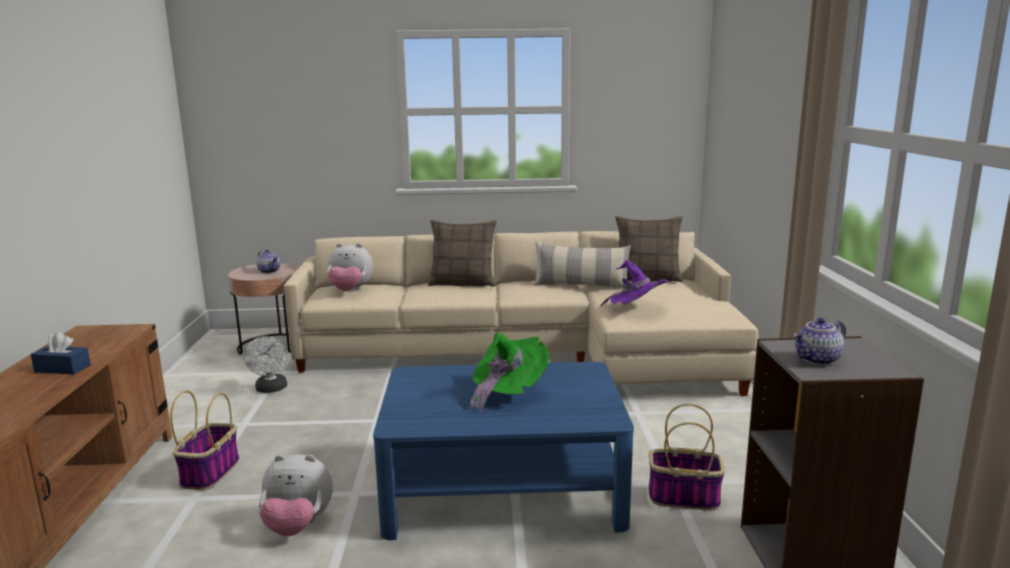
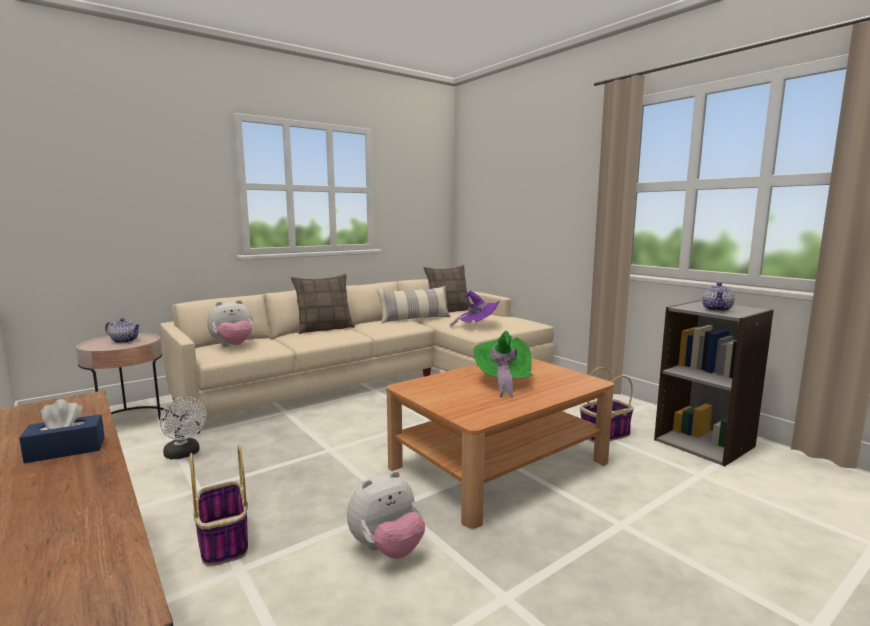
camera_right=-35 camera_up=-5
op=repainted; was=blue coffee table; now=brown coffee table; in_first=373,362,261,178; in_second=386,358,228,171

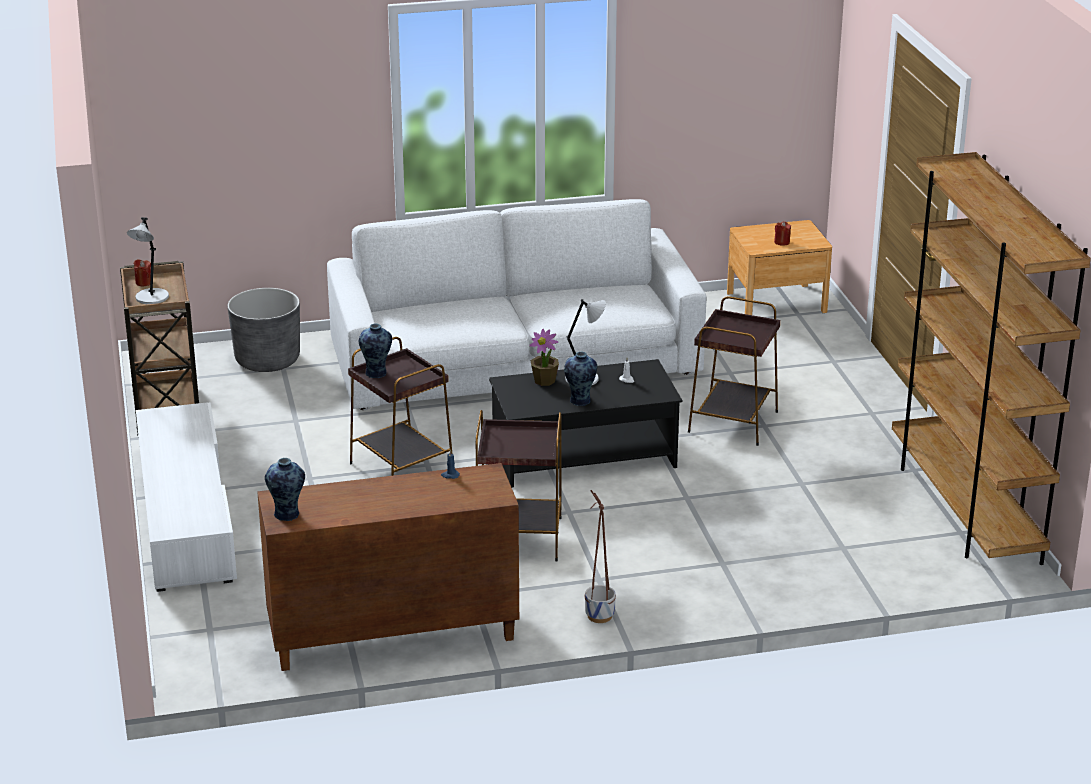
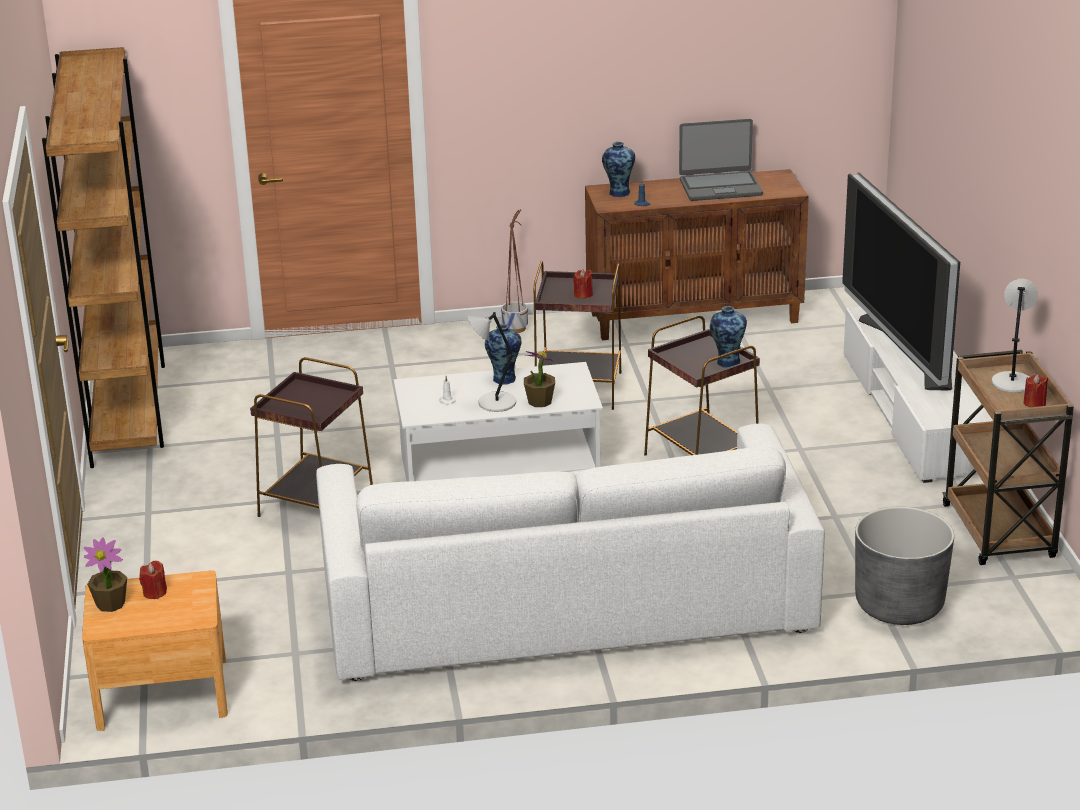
camera_right=-175 camera_up=0
op=new; now=potted plant; in_second=83,538,44,74
op=new; now=red candle; in_second=573,269,20,30
op=new; now=laptop; in_second=679,119,84,82
op=new; now=television; in_second=842,173,118,217
op=shifted; was=vase; in_first=265,458,40,63; in_second=602,142,33,55
op=repainted; was=black coffee table; now=white coffee table; in_first=489,359,193,129; in_second=394,362,209,120

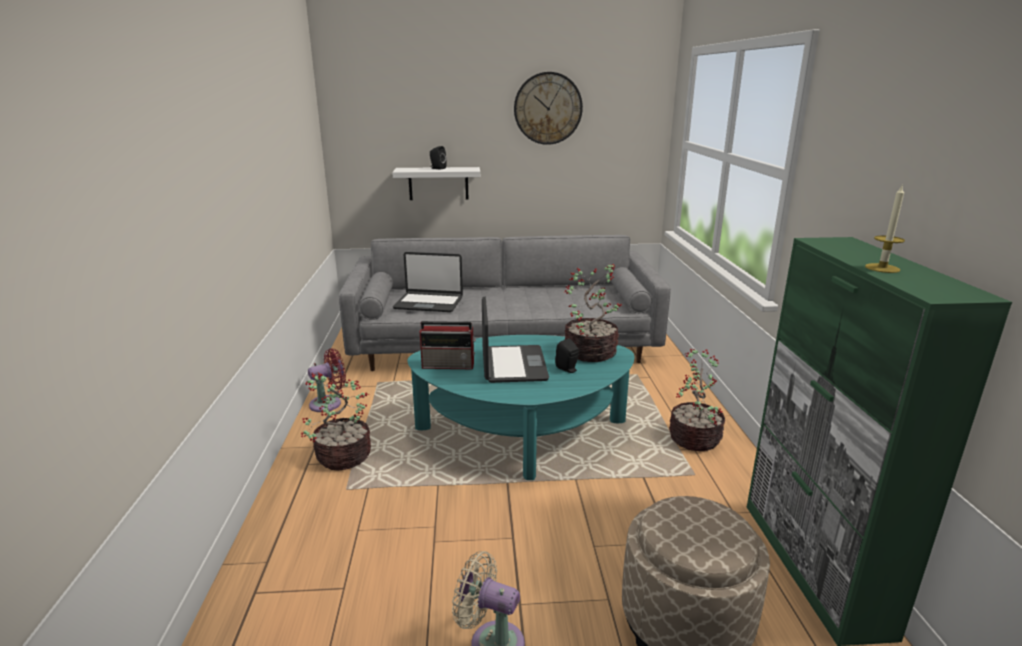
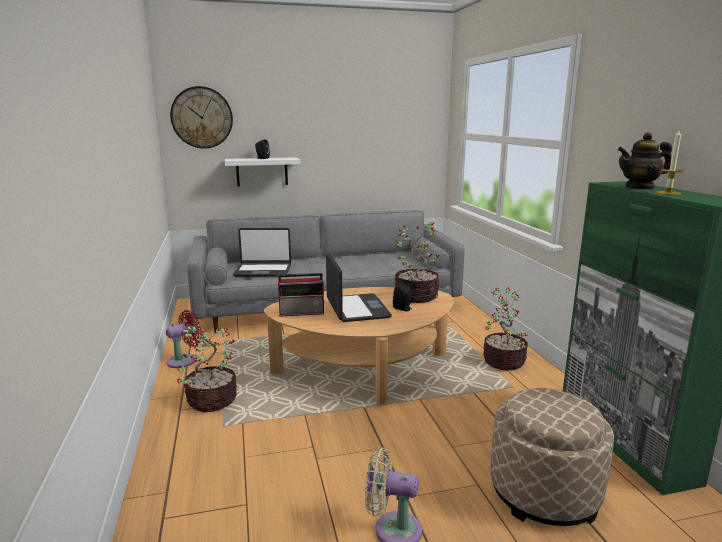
camera_right=-10 camera_up=-5
op=new; now=teapot; in_second=618,132,54,58
op=shifted; was=wall clock; in_first=514,72,69,73; in_second=170,86,63,63
op=repainted; was=turquoise coffee table; now=beige coffee table; in_first=407,335,228,145; in_second=264,287,190,117

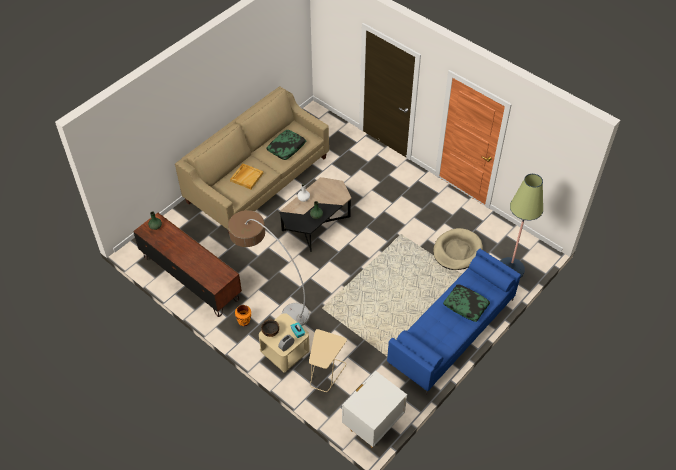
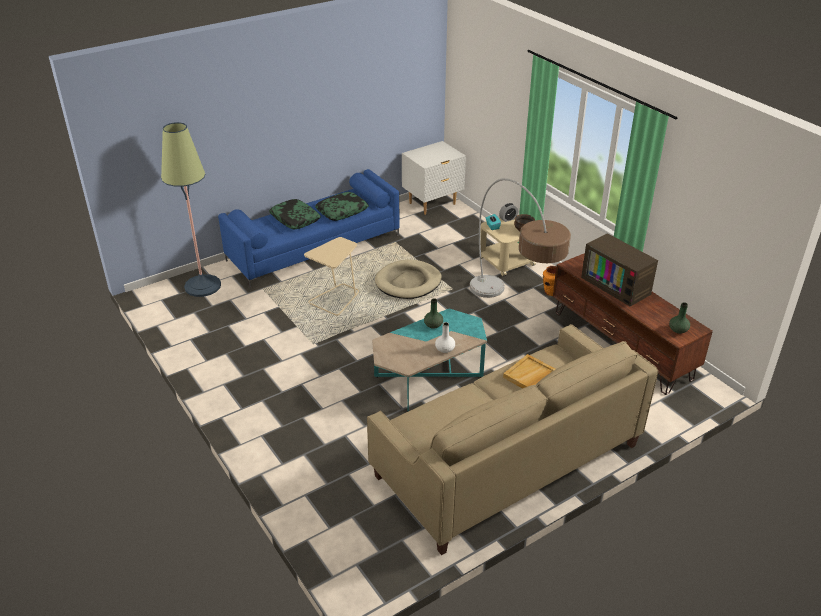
camera_right=-165 camera_up=-15
op=new; now=television; in_second=581,233,77,74
op=shifted; was=pillow; in_first=266,130,40,30; in_second=315,192,54,29
op=shifted; was=beige side table; in_first=309,329,38,63; in_second=304,237,55,79
op=shifted; was=beige dog bed; in_first=433,228,50,42; in_second=375,259,67,40
op=repainted; was=black coffee table; now=turquoise coffee table; in_first=279,177,72,75; in_second=372,308,115,103

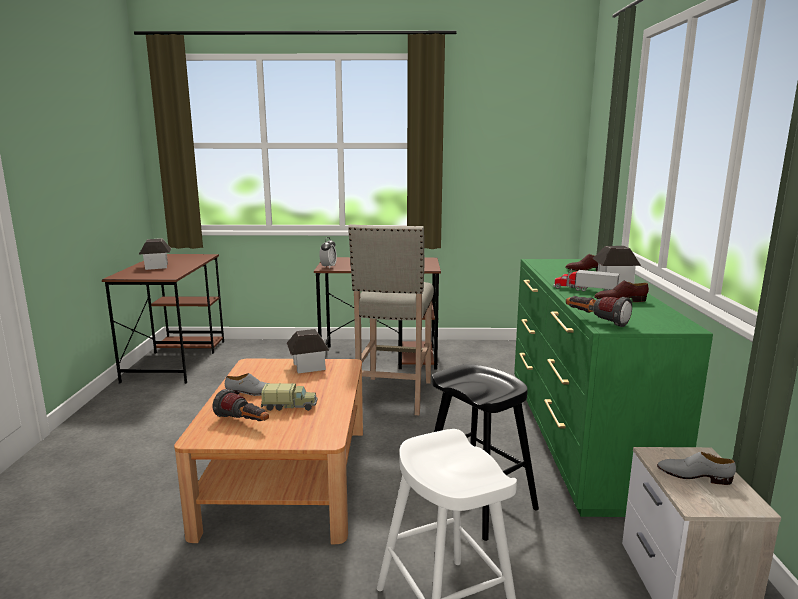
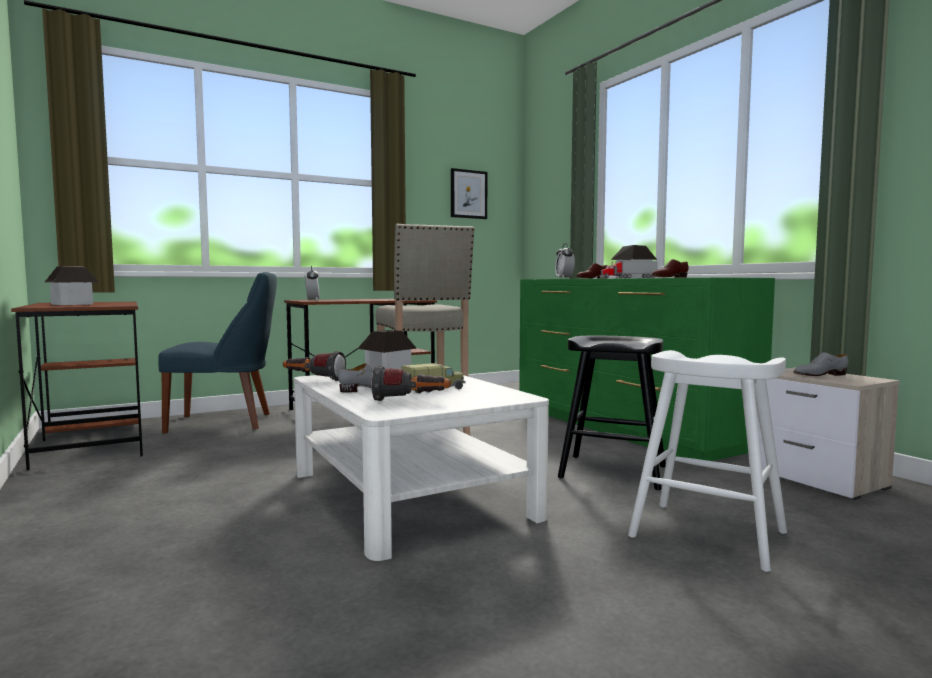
camera_right=-30 camera_up=-10
op=new; now=blue chair; in_second=158,272,119,161
op=new; now=picture; in_second=451,168,36,51
op=new; now=alarm clock; in_second=555,243,20,36
op=shifted; was=flashlight; in_first=566,296,66,31; in_second=283,351,63,30
op=repainted; was=brown coffee table; now=white coffee table; in_first=174,359,189,185; in_second=294,375,255,186

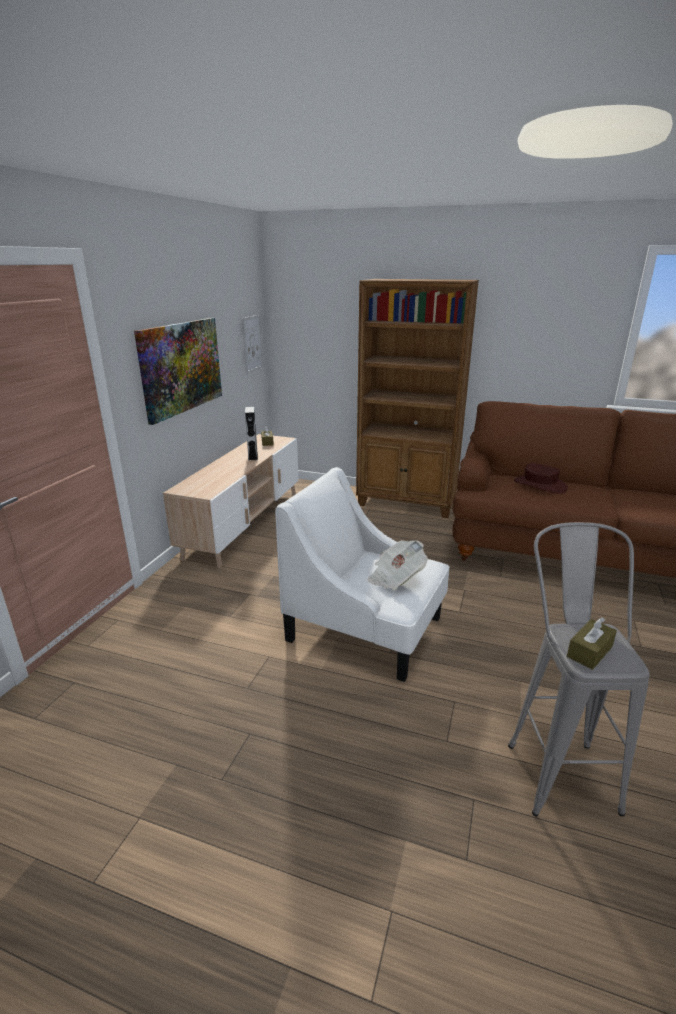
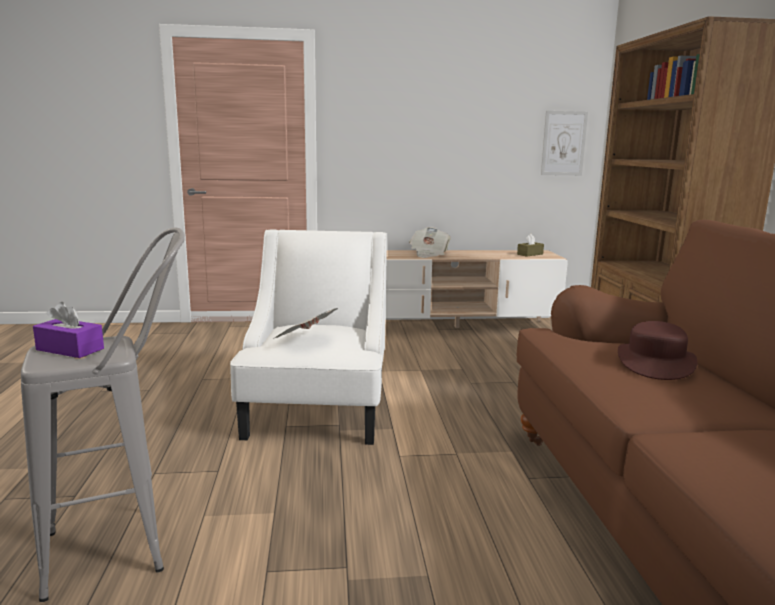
camera_right=65 camera_up=-10
op=gone; was=picture; in_first=134,318,88,107
op=gone; was=grey speaker; in_first=245,407,13,53
op=new; now=newspaper; in_second=409,227,42,31
op=repainted; was=brown tissue box; now=purple tissue box; in_first=567,617,50,53; in_second=33,302,71,56

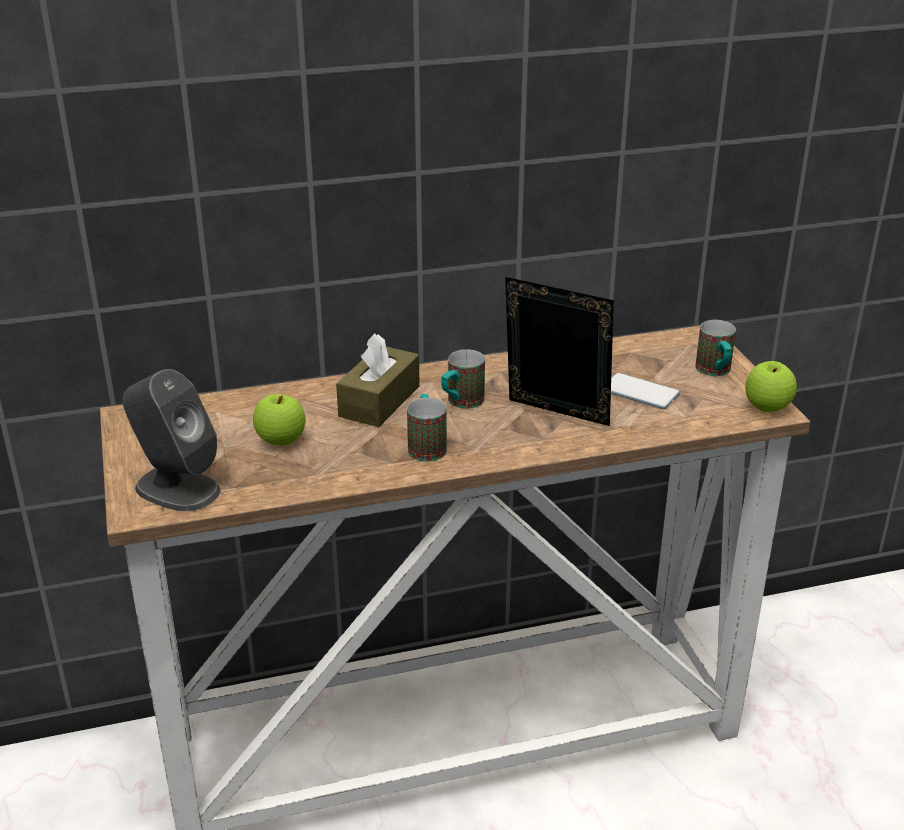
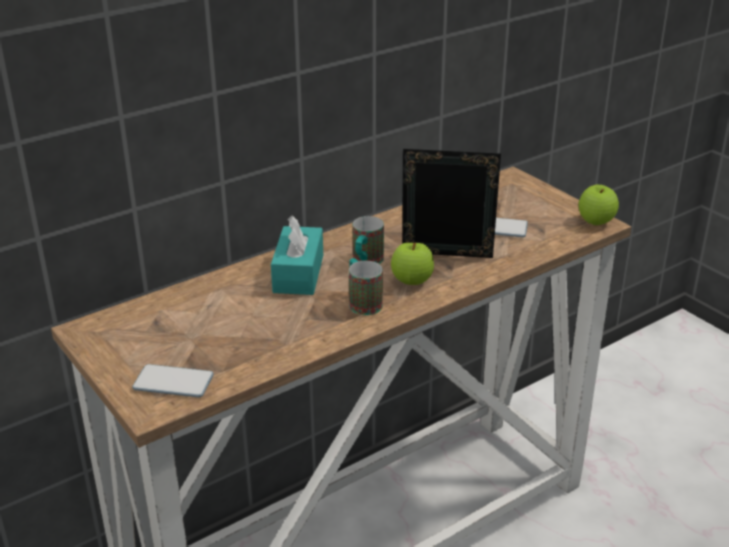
camera_right=-20 camera_up=0
op=gone; was=mug; in_first=695,320,41,56
op=shifted; was=apple; in_first=253,394,53,52; in_second=391,243,43,42
op=swapped; was=grey speaker; now=phone; in_first=122,369,99,142; in_second=132,364,82,34
op=repainted; was=brown tissue box; now=turquoise tissue box; in_first=336,333,84,94; in_second=271,215,52,80

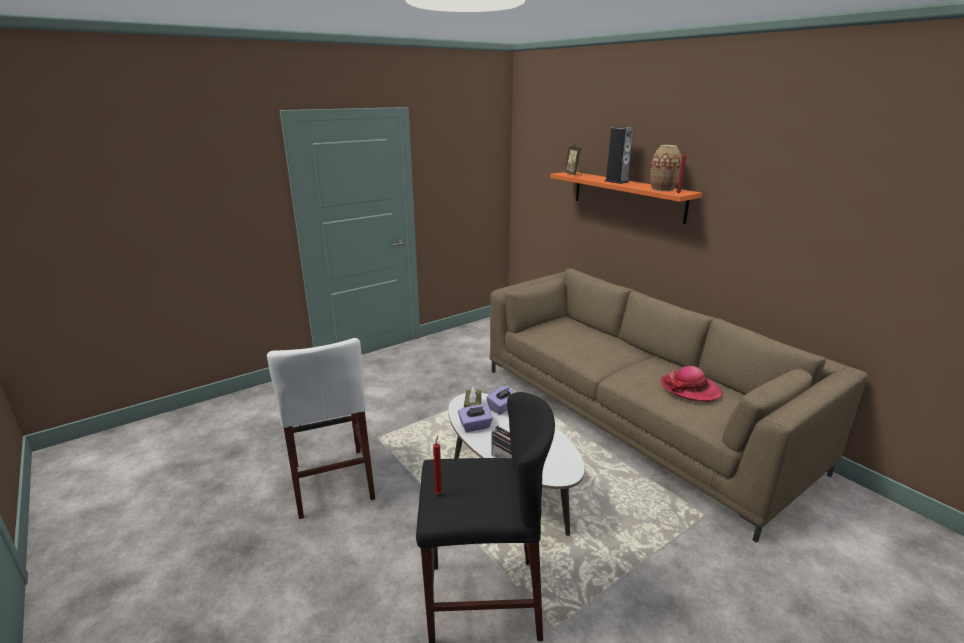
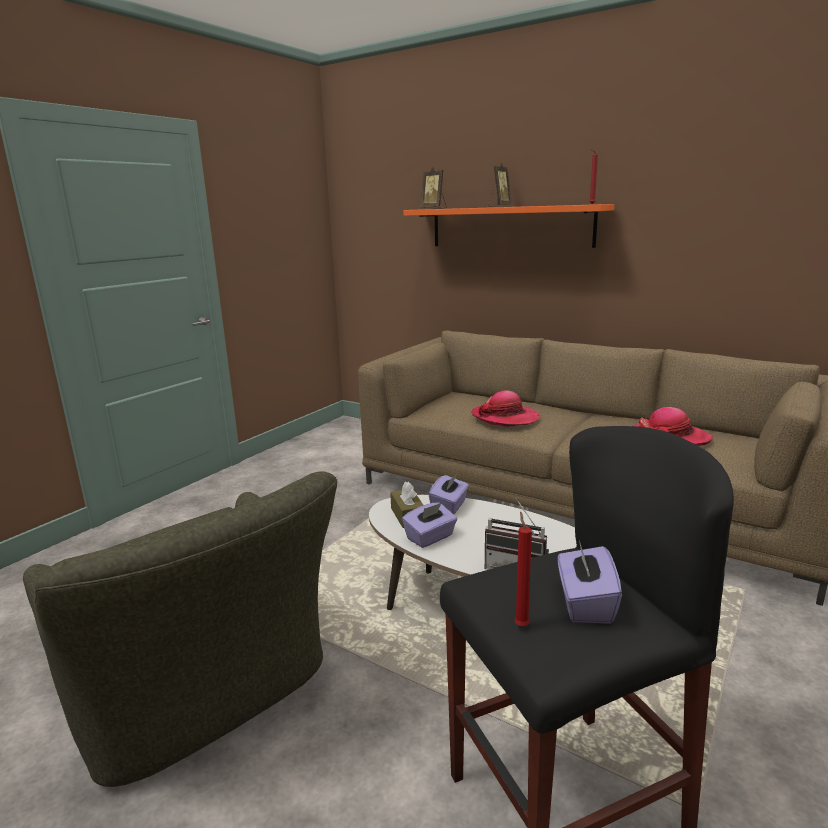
camera_right=-20 camera_up=-5
op=gone; was=vase; in_first=650,145,32,46
op=new; now=hat; in_second=471,390,69,37
op=new; now=purple tissue box; in_second=558,540,64,84
op=swapped; was=white stool; now=green armchair; in_first=267,338,108,181; in_second=23,471,314,316
op=swapped; was=speaker; now=picture frame; in_first=605,126,28,58; in_second=488,163,24,44

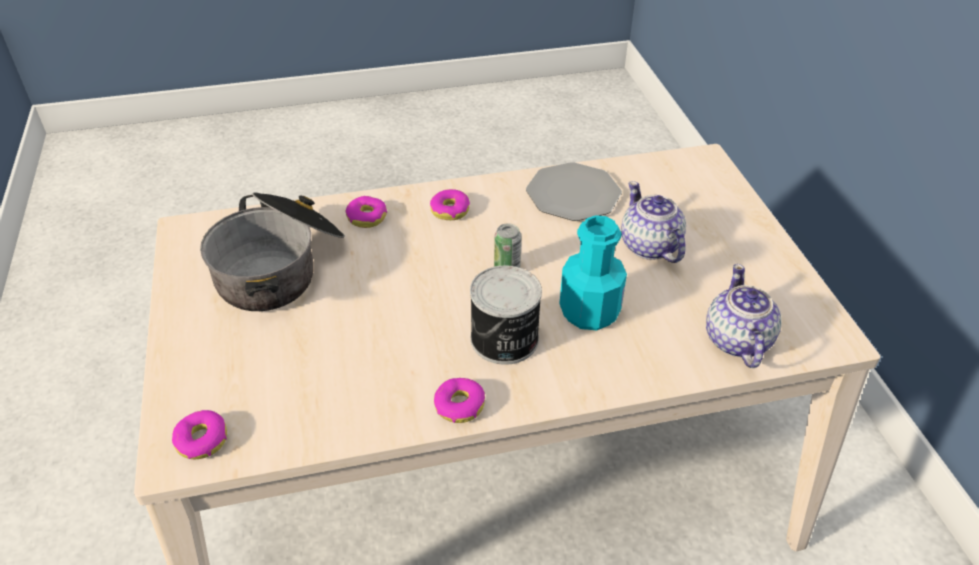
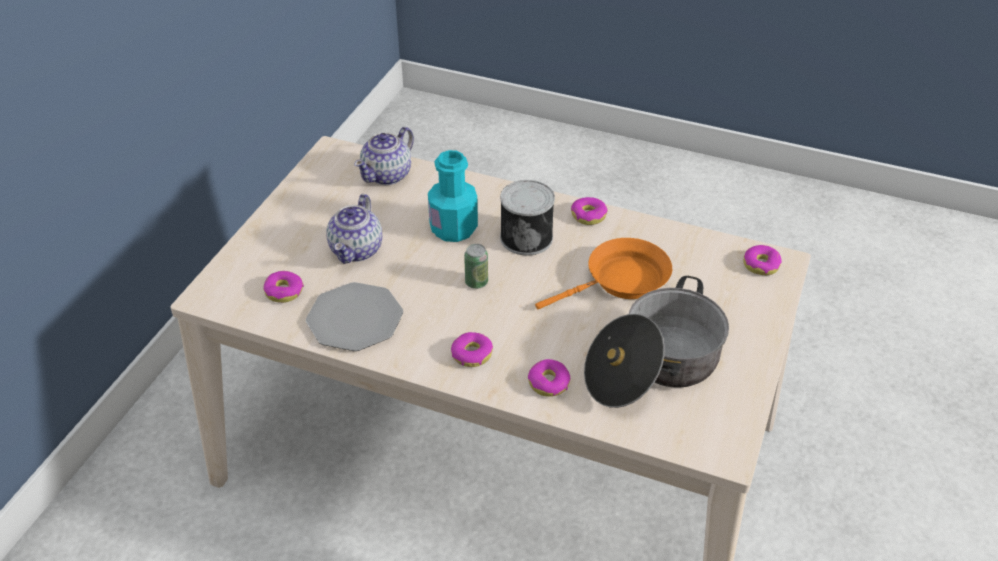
camera_right=-145 camera_up=0
op=new; now=donut; in_second=263,271,41,32
op=new; now=orange frying pan; in_second=535,238,137,72

